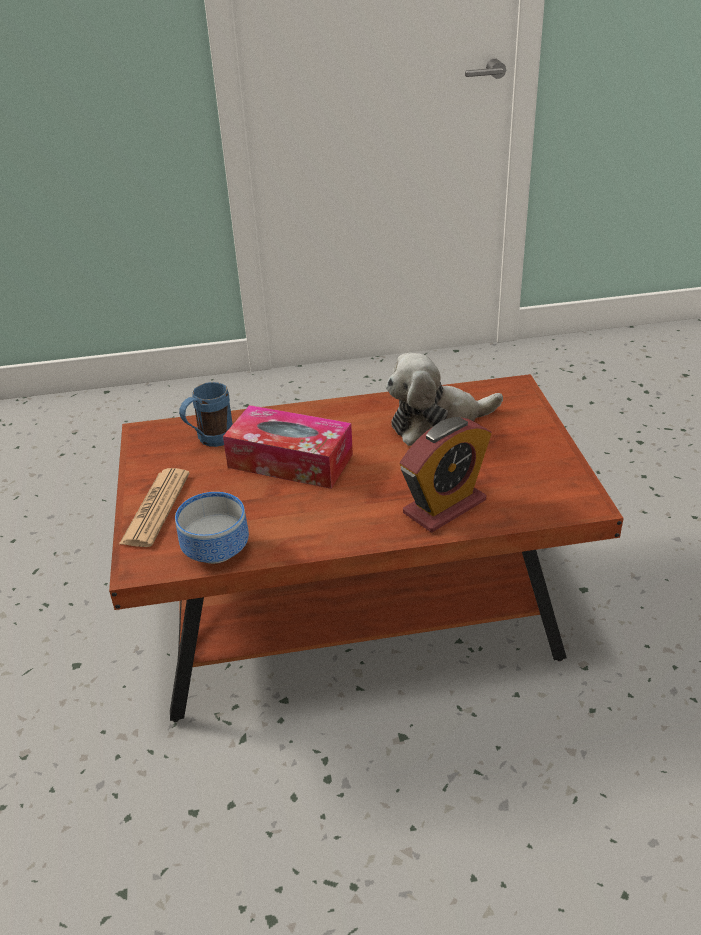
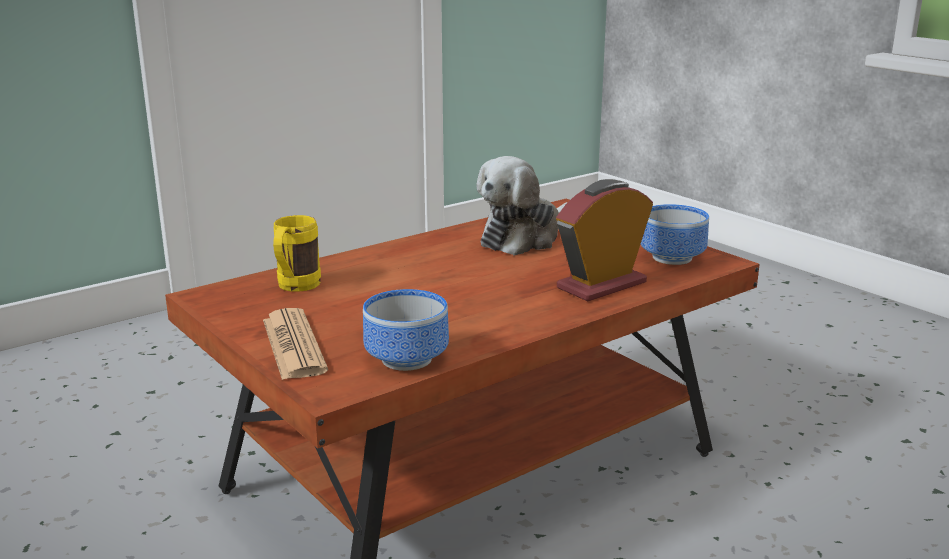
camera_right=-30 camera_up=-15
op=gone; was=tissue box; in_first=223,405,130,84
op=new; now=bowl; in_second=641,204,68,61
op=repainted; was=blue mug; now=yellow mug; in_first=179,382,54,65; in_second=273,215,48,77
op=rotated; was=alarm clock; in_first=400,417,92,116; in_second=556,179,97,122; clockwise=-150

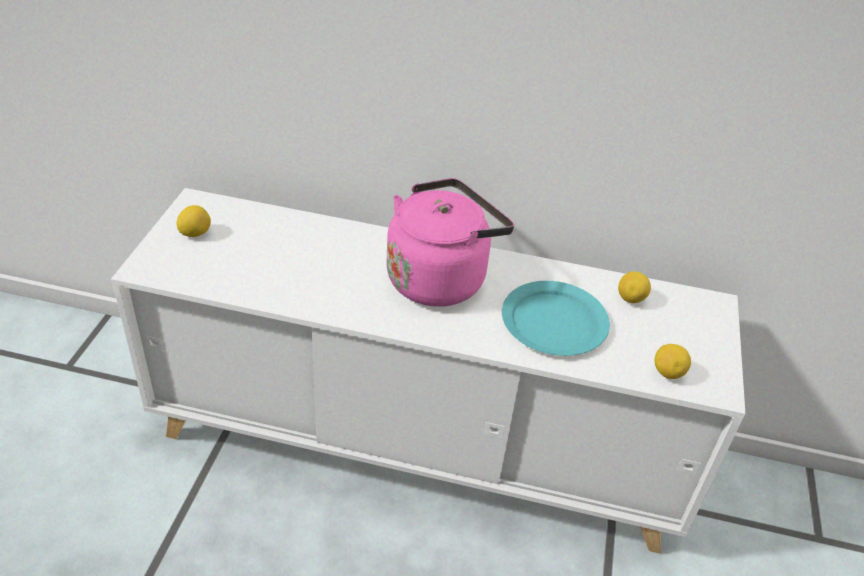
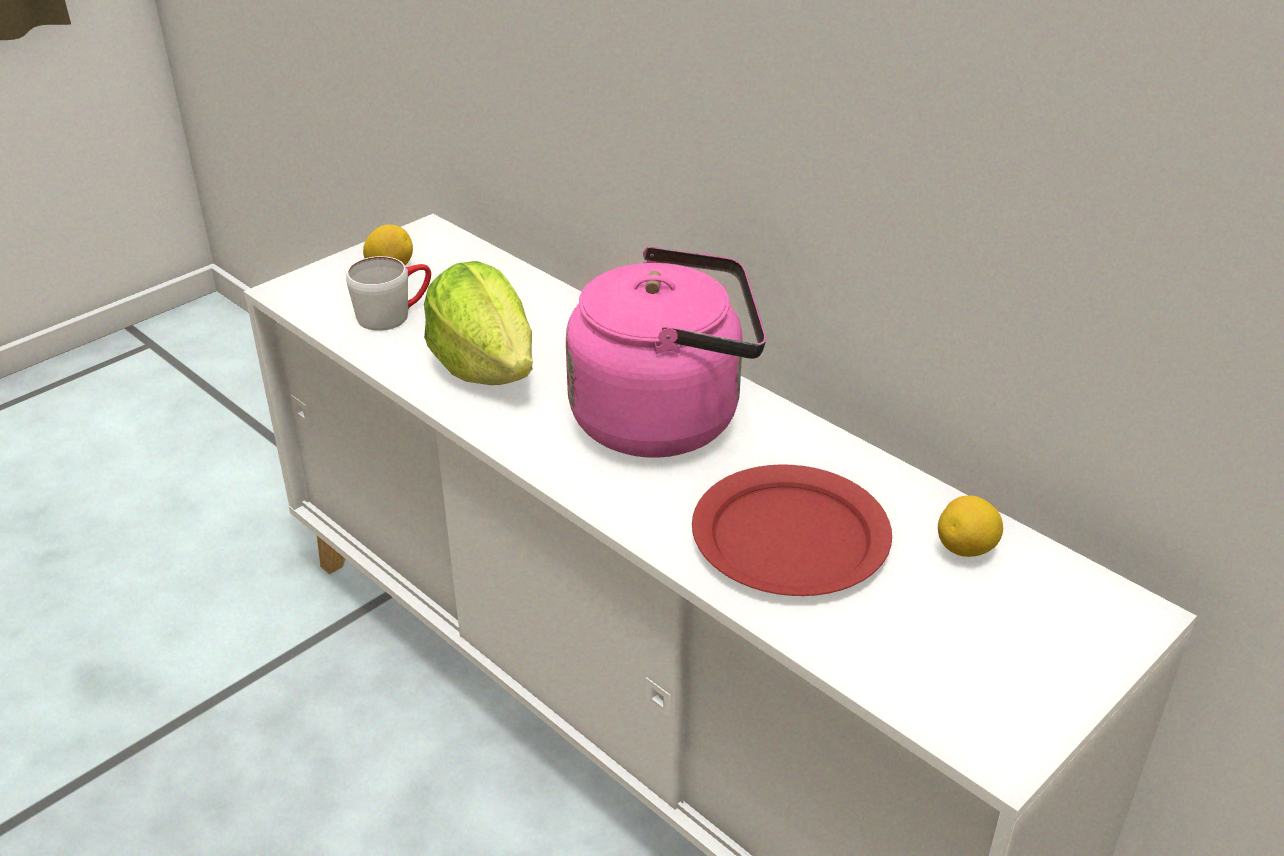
camera_right=35 camera_up=-5
op=gone; was=lemon; in_first=655,344,36,35
op=new; now=white mug; in_second=346,256,85,75
op=new; now=lettuce; in_second=424,261,109,124
op=repainted; was=turquoise plate; now=red plate; in_first=502,281,108,75; in_second=692,464,200,132

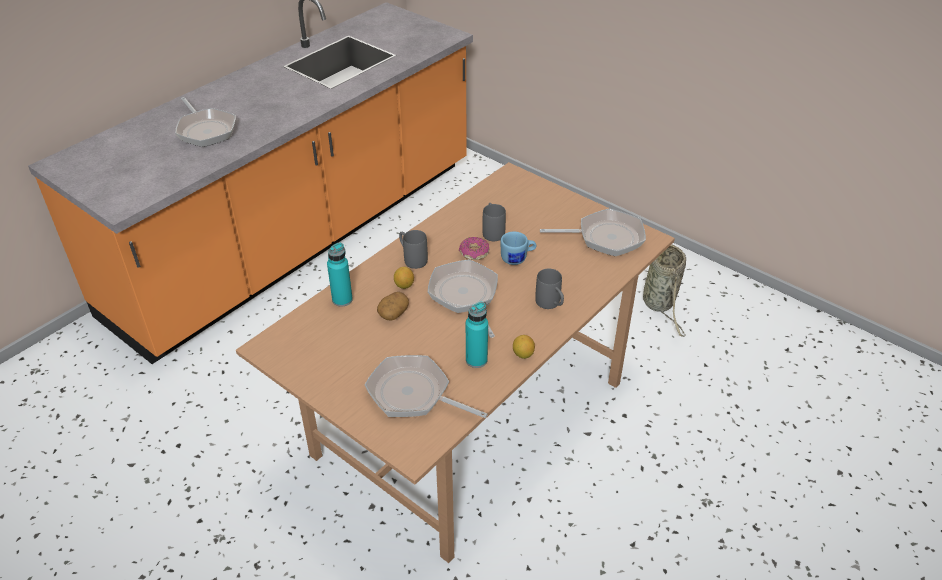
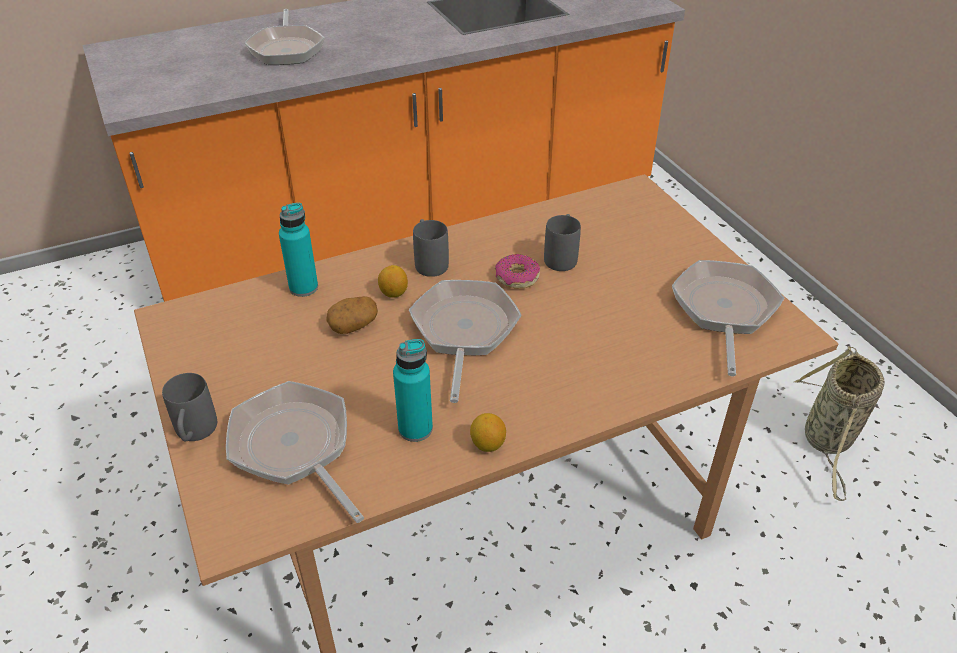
camera_right=25 camera_up=0
op=gone; was=blue mug; in_first=500,232,36,33
op=shifted; was=grey mug; in_first=535,268,29,41; in_second=162,373,55,68
op=rotated; was=frying pan; in_first=540,209,106,47; in_second=672,260,112,116; clockwise=-105

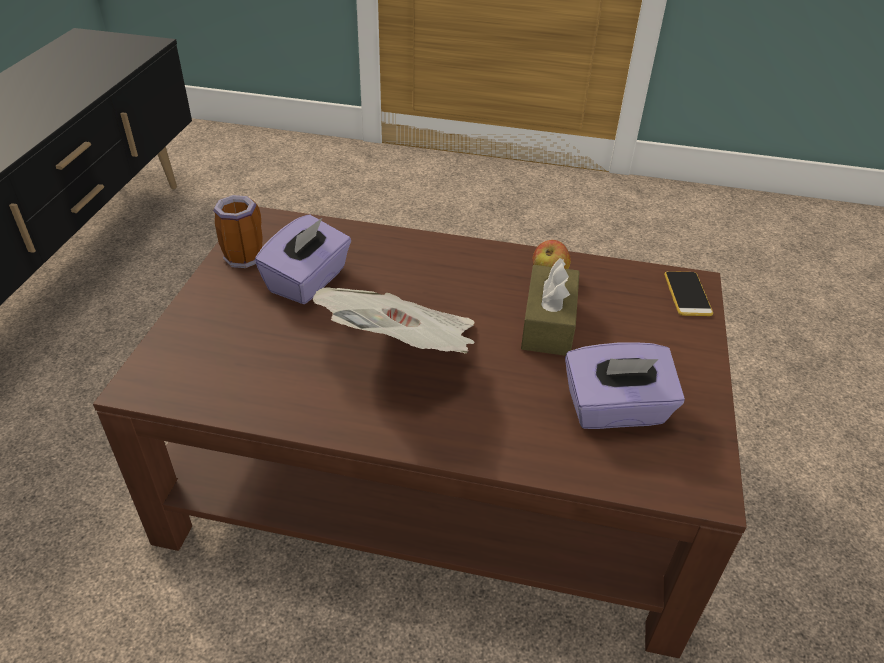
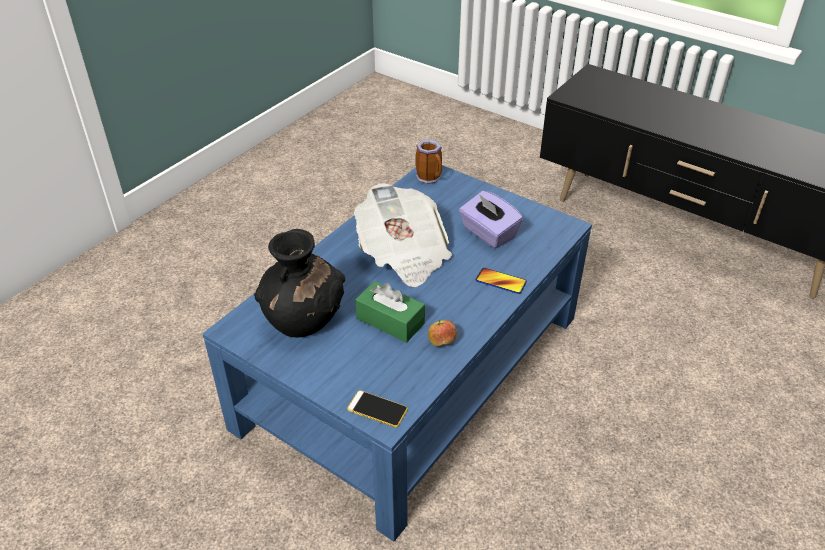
camera_right=115 camera_up=0
op=new; now=phone; in_second=476,268,51,26
op=shifted; was=mug; in_first=213,195,50,73; in_second=416,139,26,45
op=swapped; was=purple tissue box; now=black vase; in_first=565,342,120,87; in_second=254,229,91,108
op=repainted; was=brown coffee table; now=blue coffee table; in_first=93,207,654,451; in_second=203,165,389,376
op=repainted; was=brown tissue box; now=green tissue box; in_first=521,258,59,98; in_second=355,281,70,62

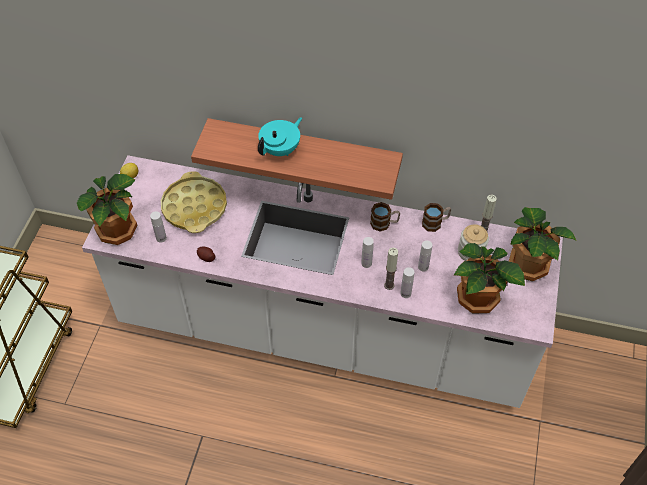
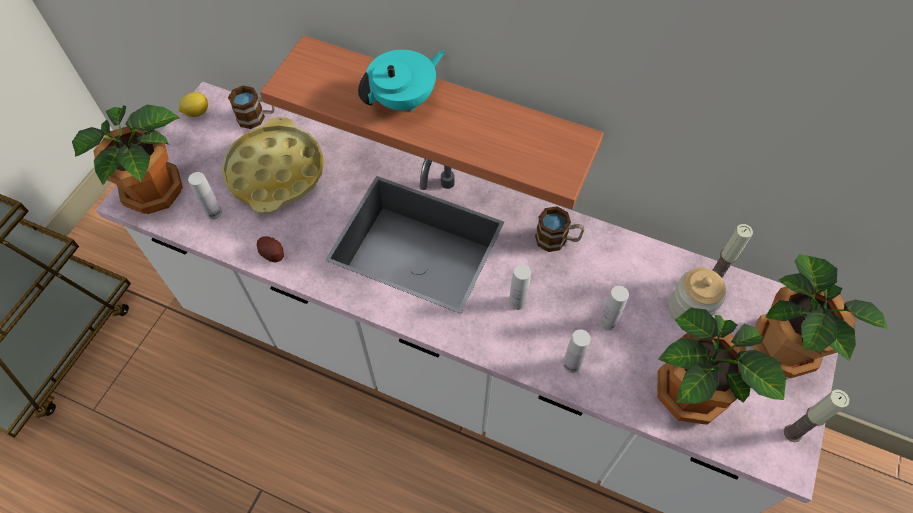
camera_right=10 camera_up=5
op=shifted; was=candle; in_first=384,248,14,42; in_second=784,389,66,53
op=shifted; was=mug; in_first=422,203,29,29; in_second=228,86,47,43

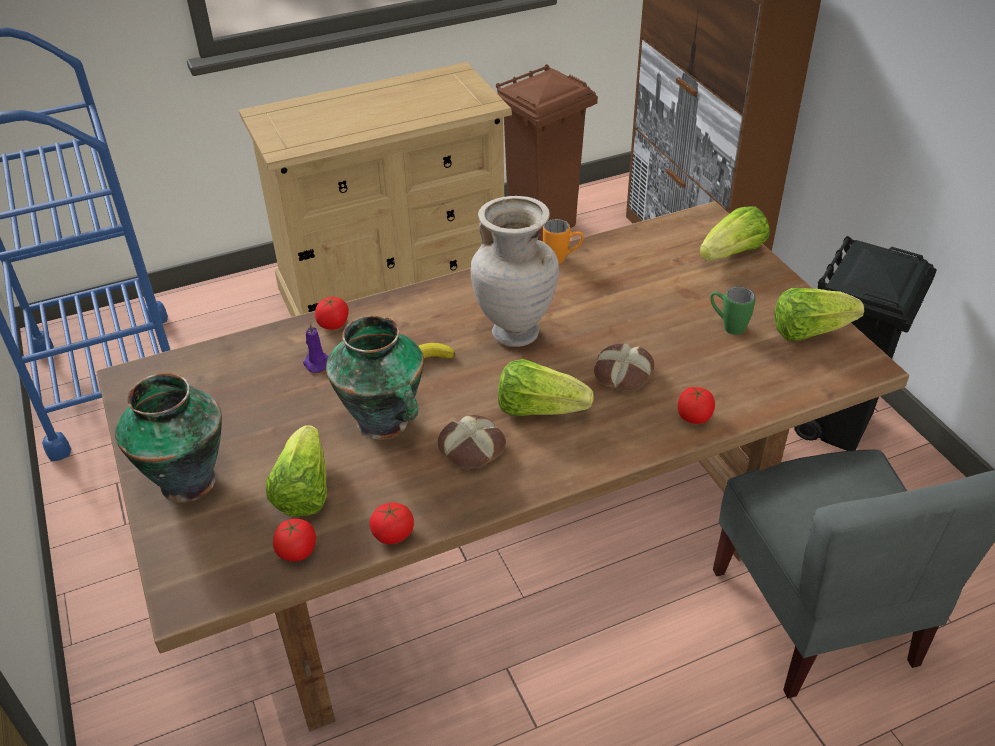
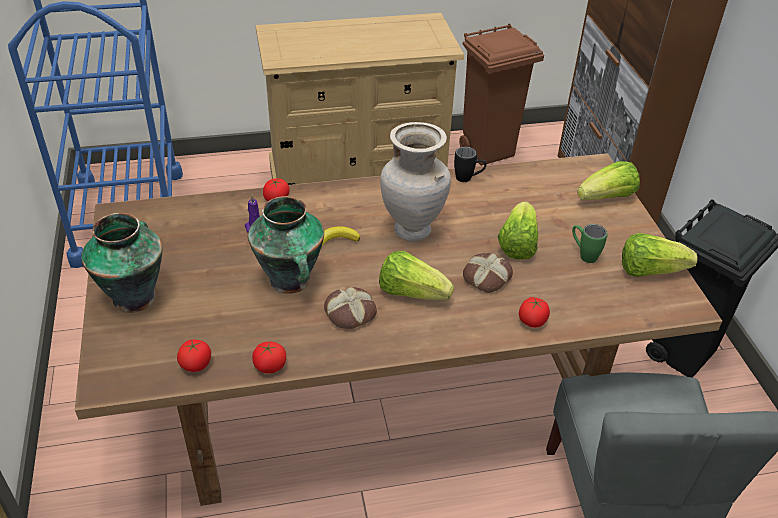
camera_right=10 camera_up=0
op=shifted; was=lettuce; in_first=266,425,61,92; in_second=498,202,40,58
op=repainted; was=orange mug; now=black mug; in_first=543,219,41,44; in_second=454,147,33,35

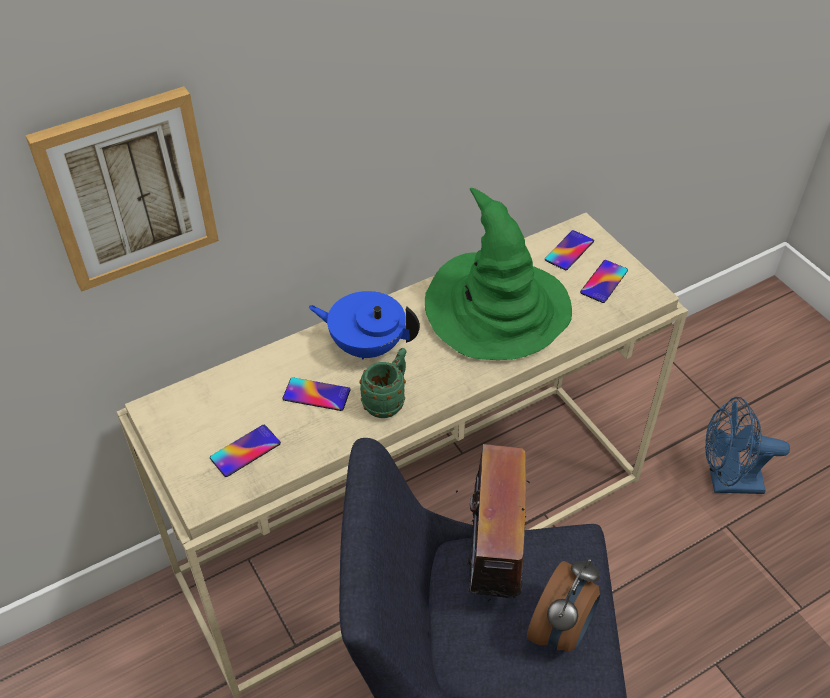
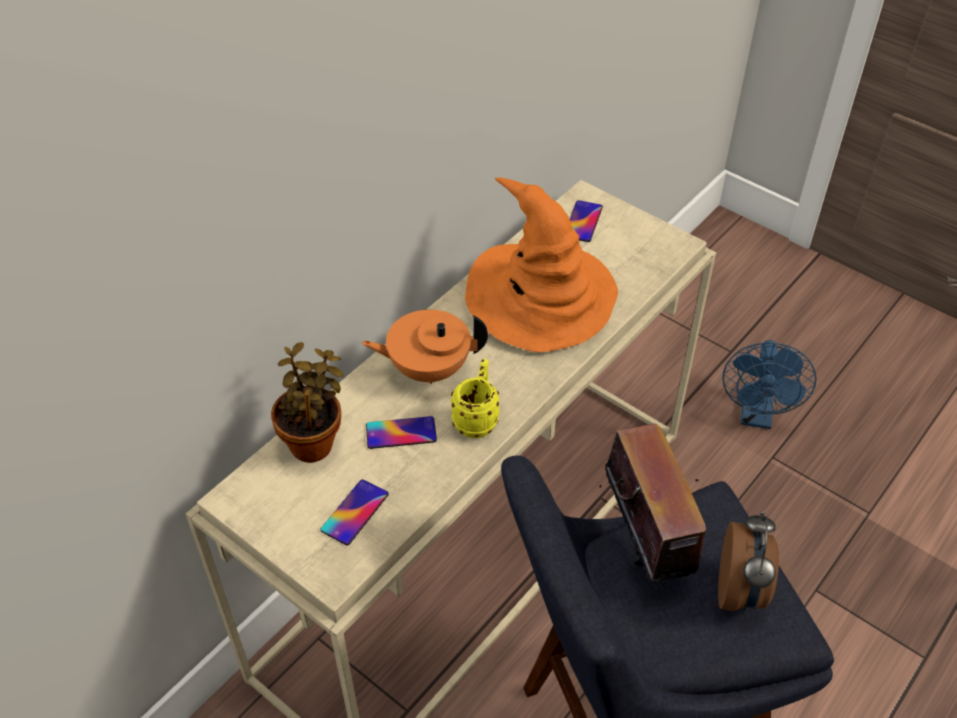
camera_right=-20 camera_up=0
op=gone; was=picture; in_first=25,86,194,206
op=gone; was=phone; in_first=580,260,48,43
op=new; now=potted plant; in_second=271,342,72,121
op=repainted; was=blue teapot; now=orange teapot; in_first=308,291,112,69; in_second=362,310,126,74
op=repainted; was=green mug; now=yellow mug; in_first=359,348,48,70; in_second=451,359,48,79
op=repainted; was=green hat; now=orange hat; in_first=425,188,147,172; in_second=465,177,153,175
op=rotated; was=blue fan; in_first=705,397,85,97; in_second=722,340,95,89; clockwise=-60

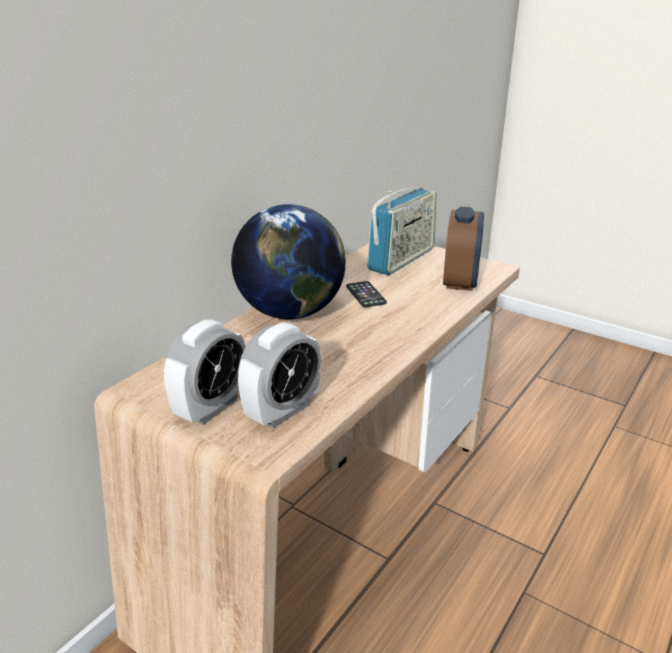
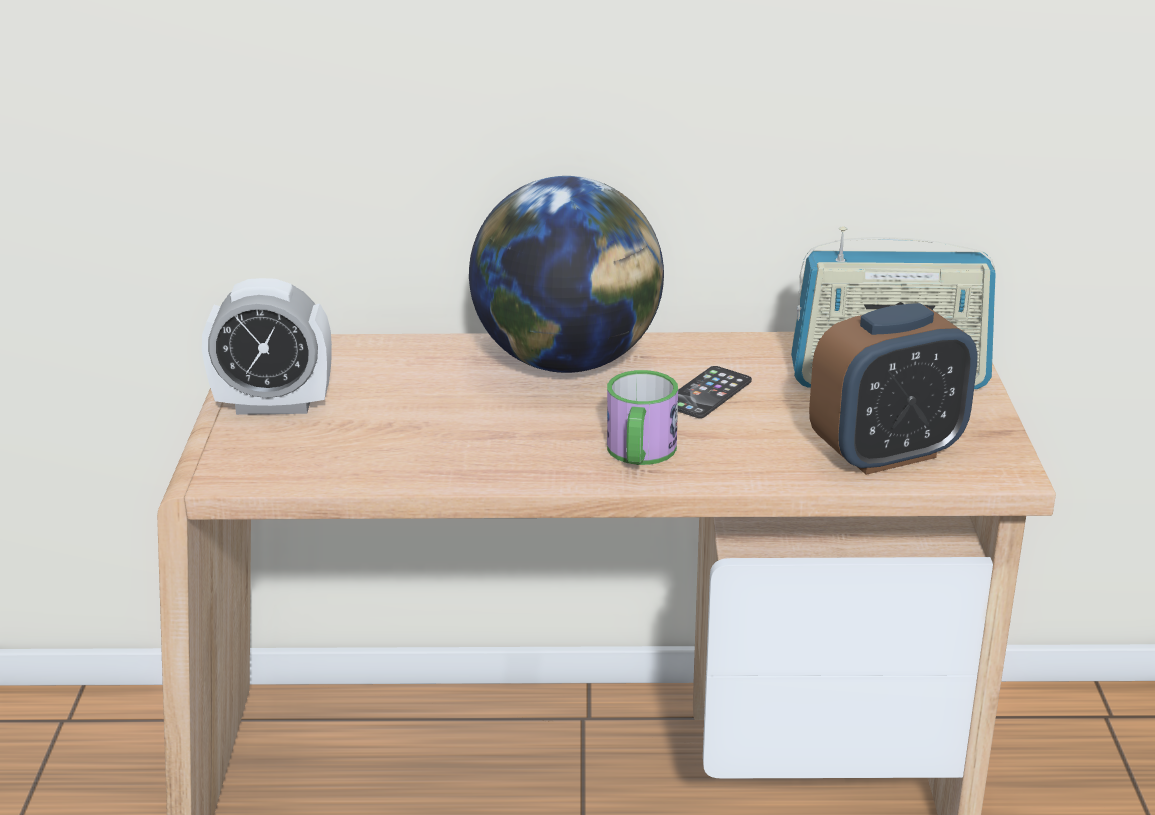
camera_right=55 camera_up=0
op=gone; was=alarm clock; in_first=238,323,83,105
op=new; now=mug; in_second=607,370,71,95

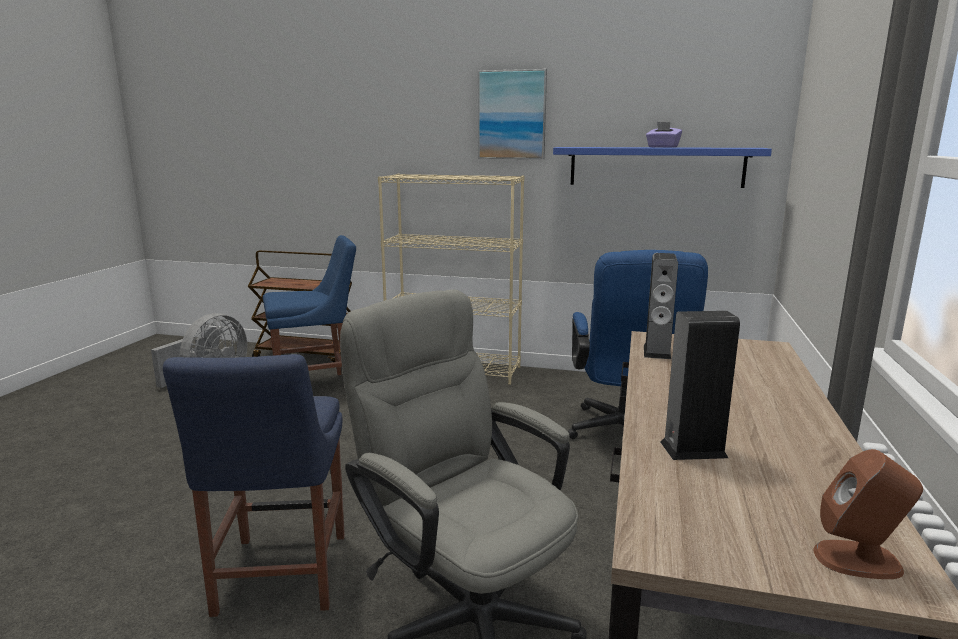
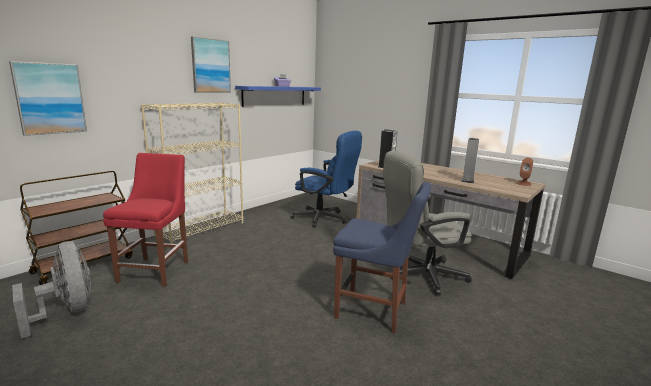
camera_right=-65 camera_up=0
op=new; now=picture; in_second=9,61,78,75
op=repainted; was=blue chair; now=red chair; in_first=263,235,93,140; in_second=103,153,85,134

